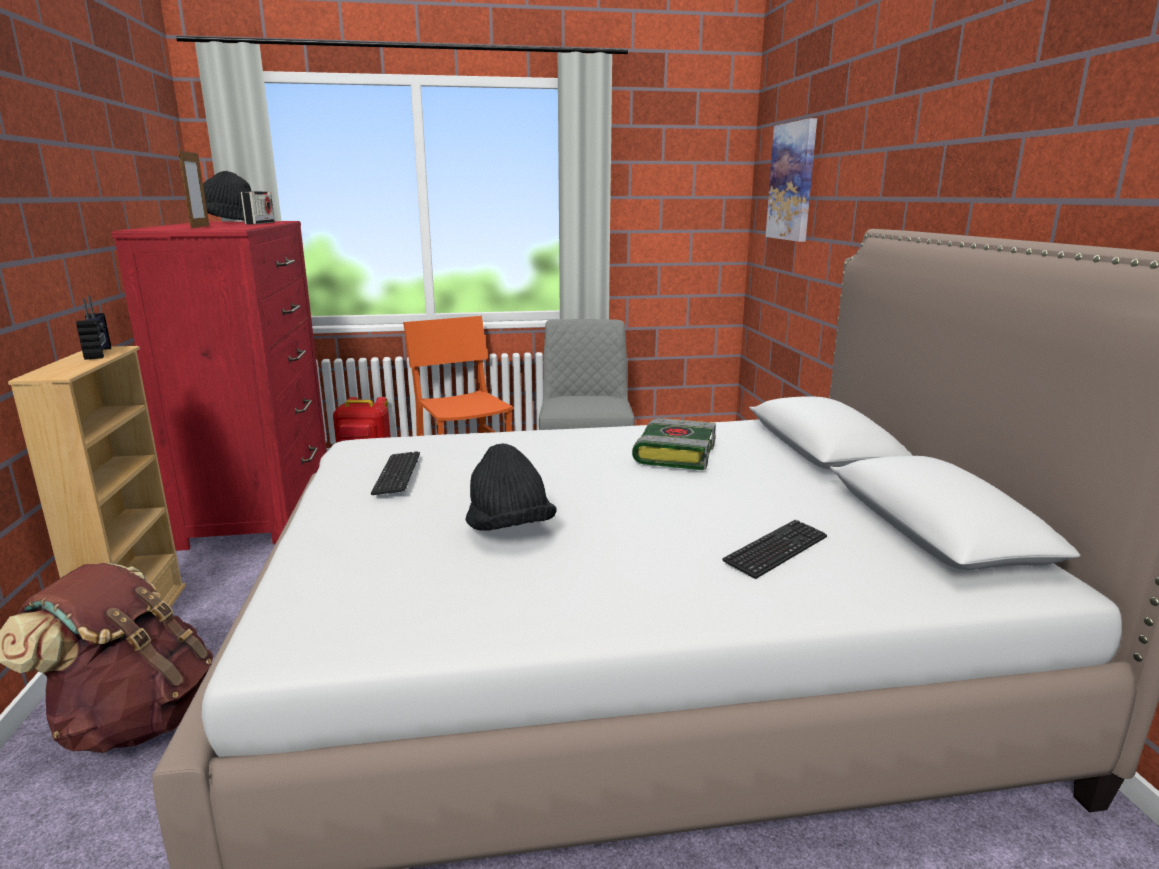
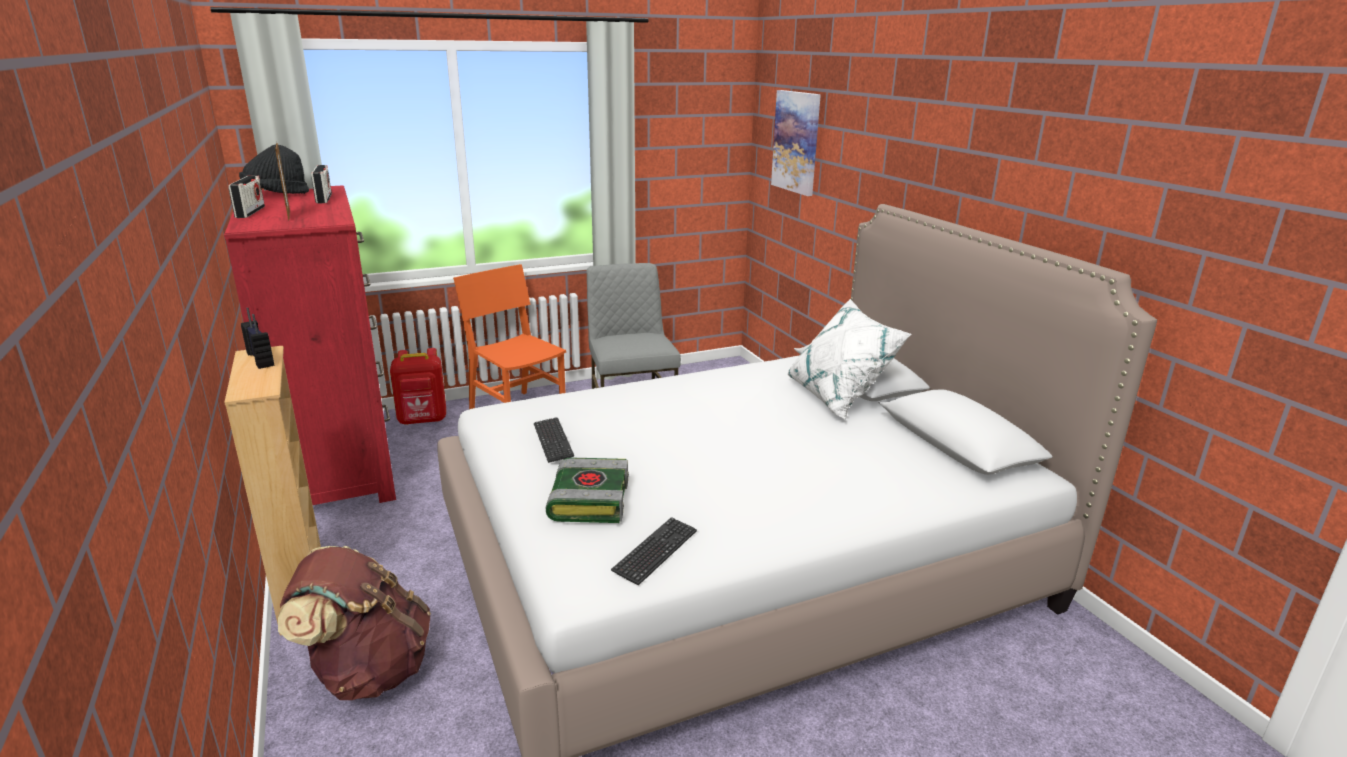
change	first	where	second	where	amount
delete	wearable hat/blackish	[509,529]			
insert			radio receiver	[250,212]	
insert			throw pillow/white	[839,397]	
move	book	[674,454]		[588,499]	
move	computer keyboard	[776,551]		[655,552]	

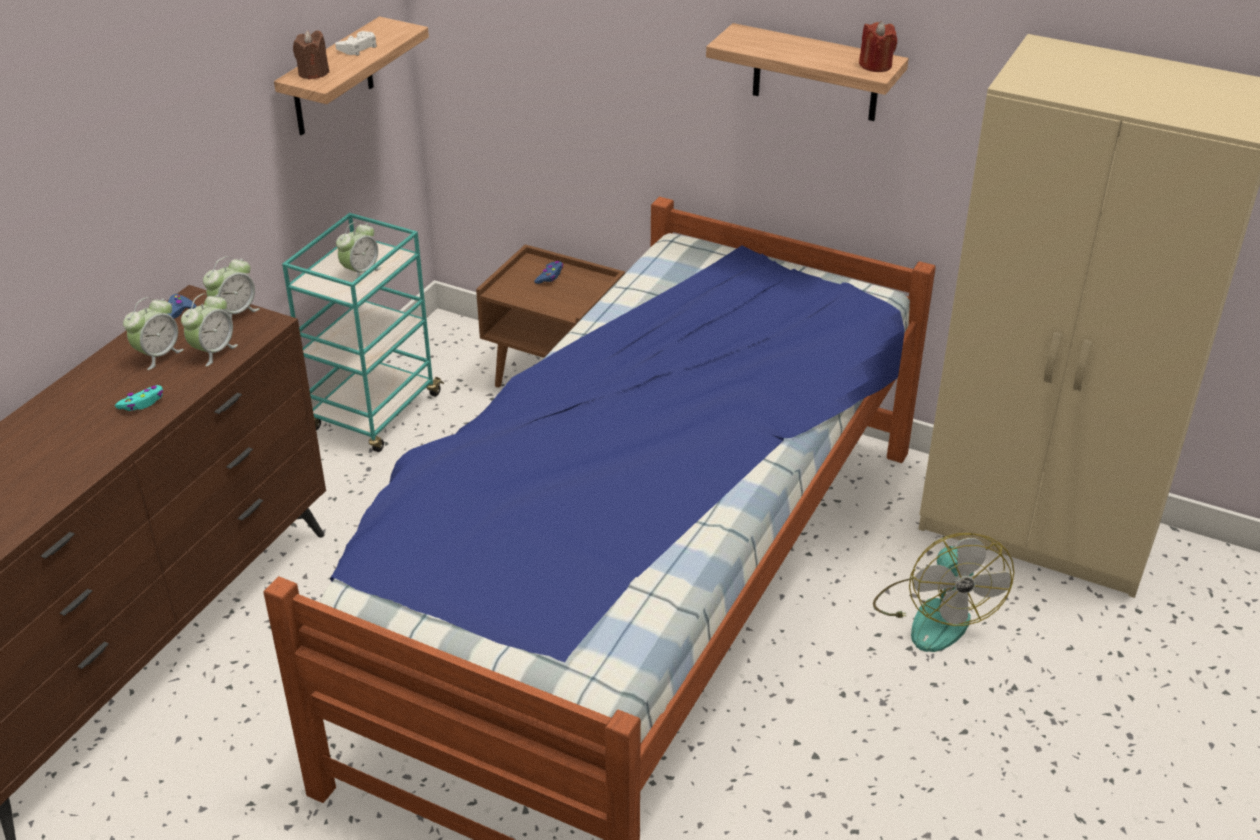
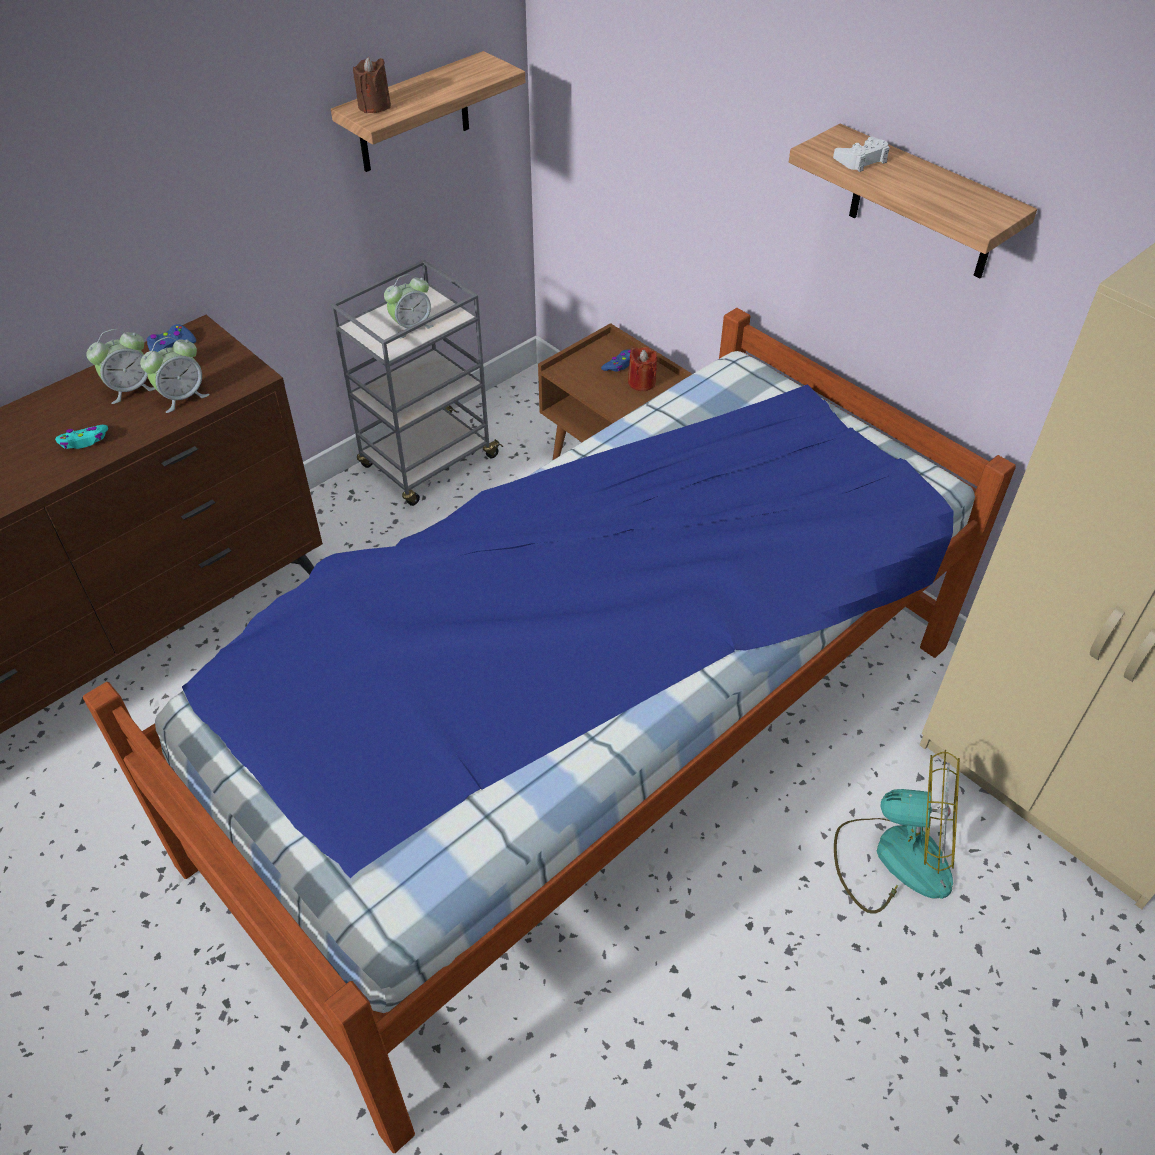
change	first	where	second	where	amount
delete	bedside clock	[235,313]			
move	game controller/white	[358,48]		[862,160]	
move	candle/reddish	[875,65]		[641,382]	
recolor	wheeled cart/turquoise	[374,413]	wheeled cart/greyish	[428,463]	
rotate	fan	[934,613]		[894,857]	90 degrees counterclockwise

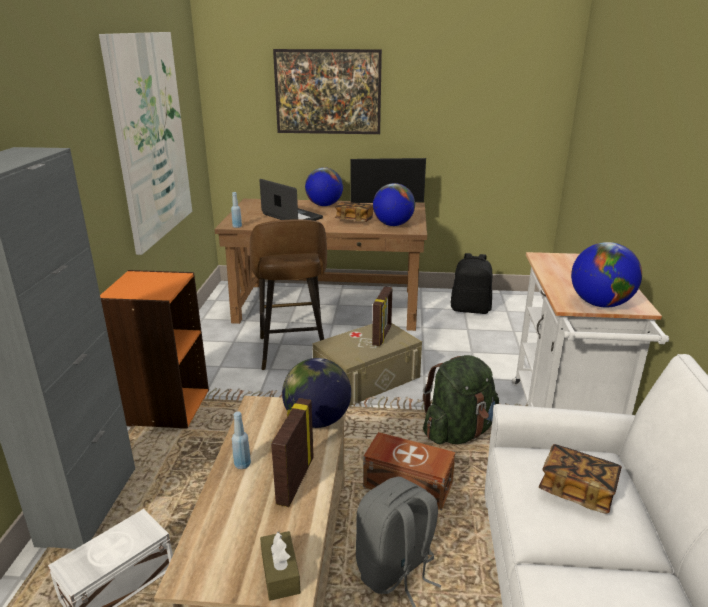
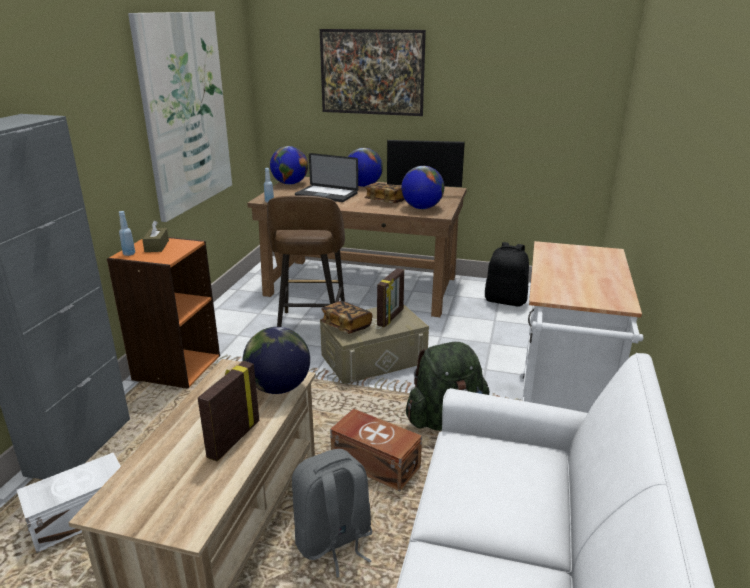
change	first	where	second	where	amount
move	bottle/bluish	[242,464]		[129,254]	
move	box of tissues/brown-coloured	[280,573]		[157,246]	
move	book	[577,490]		[346,326]	
move	world globe	[600,304]		[290,183]	
rotate	laptop	[292,216]		[326,195]	150 degrees clockwise

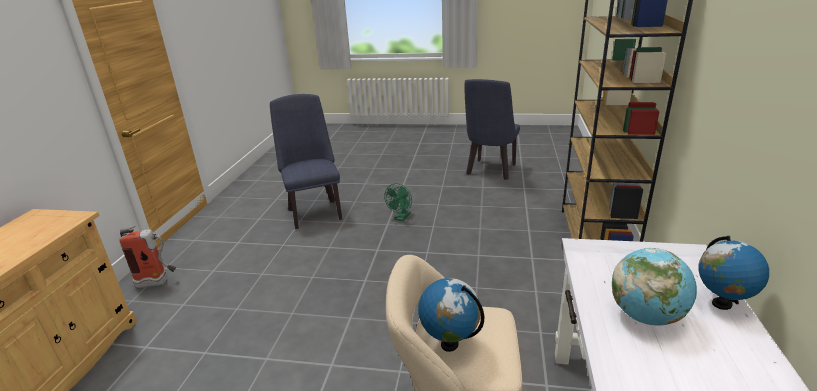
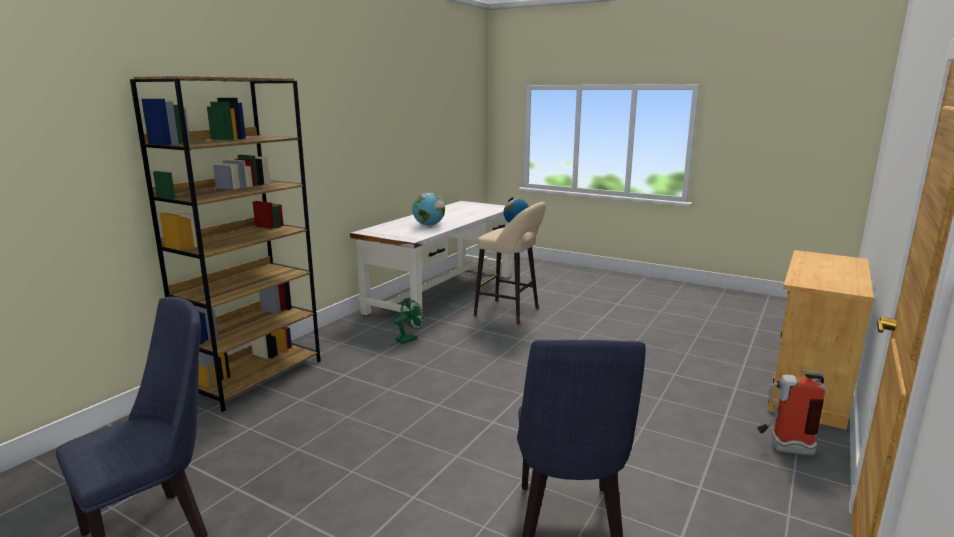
change	first	where	second	where	amount
delete	world globe	[721,304]			
move	fan/greenish	[401,218]		[409,339]	

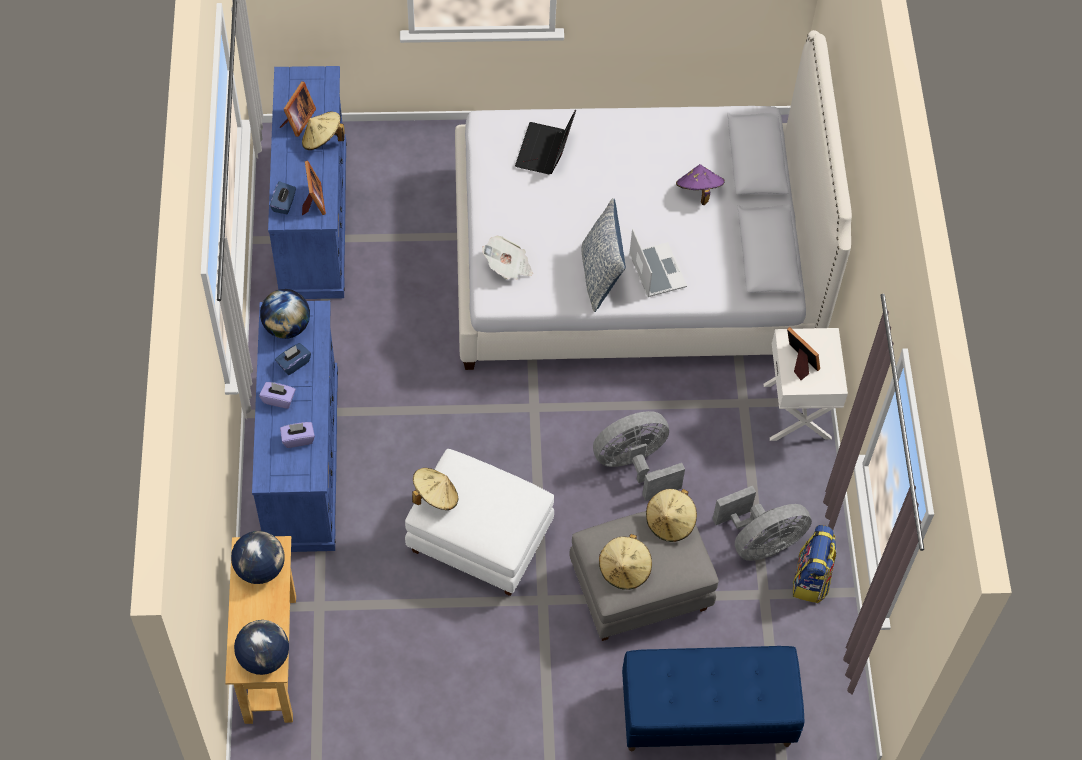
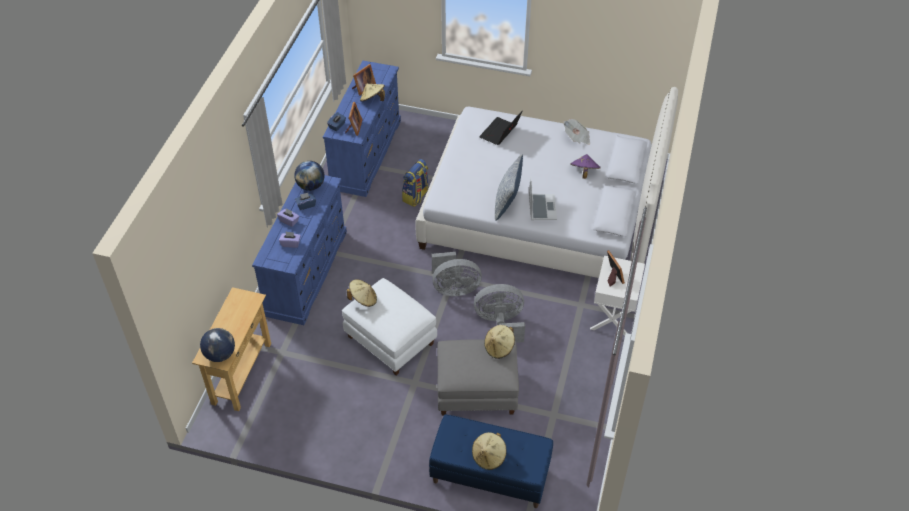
change	first	where	second	where	amount
delete	world globe	[260,568]			
move	printed paper	[508,266]		[577,138]	
move	wearable hat/beige	[624,570]		[489,456]	
move	fan/greyish	[760,542]		[454,288]	
move	backpack	[811,580]		[416,196]	

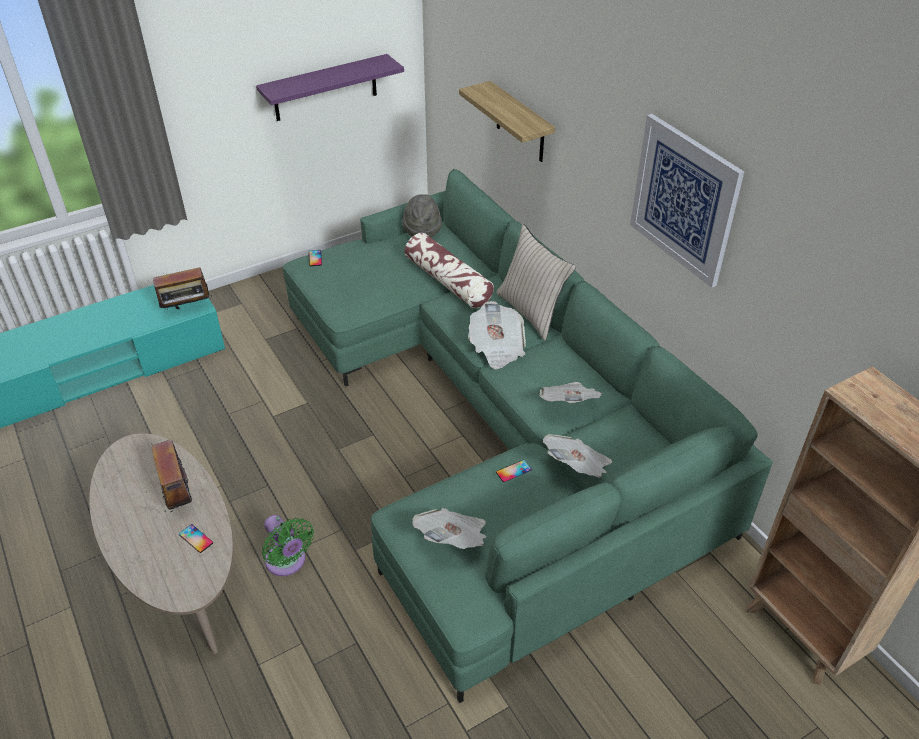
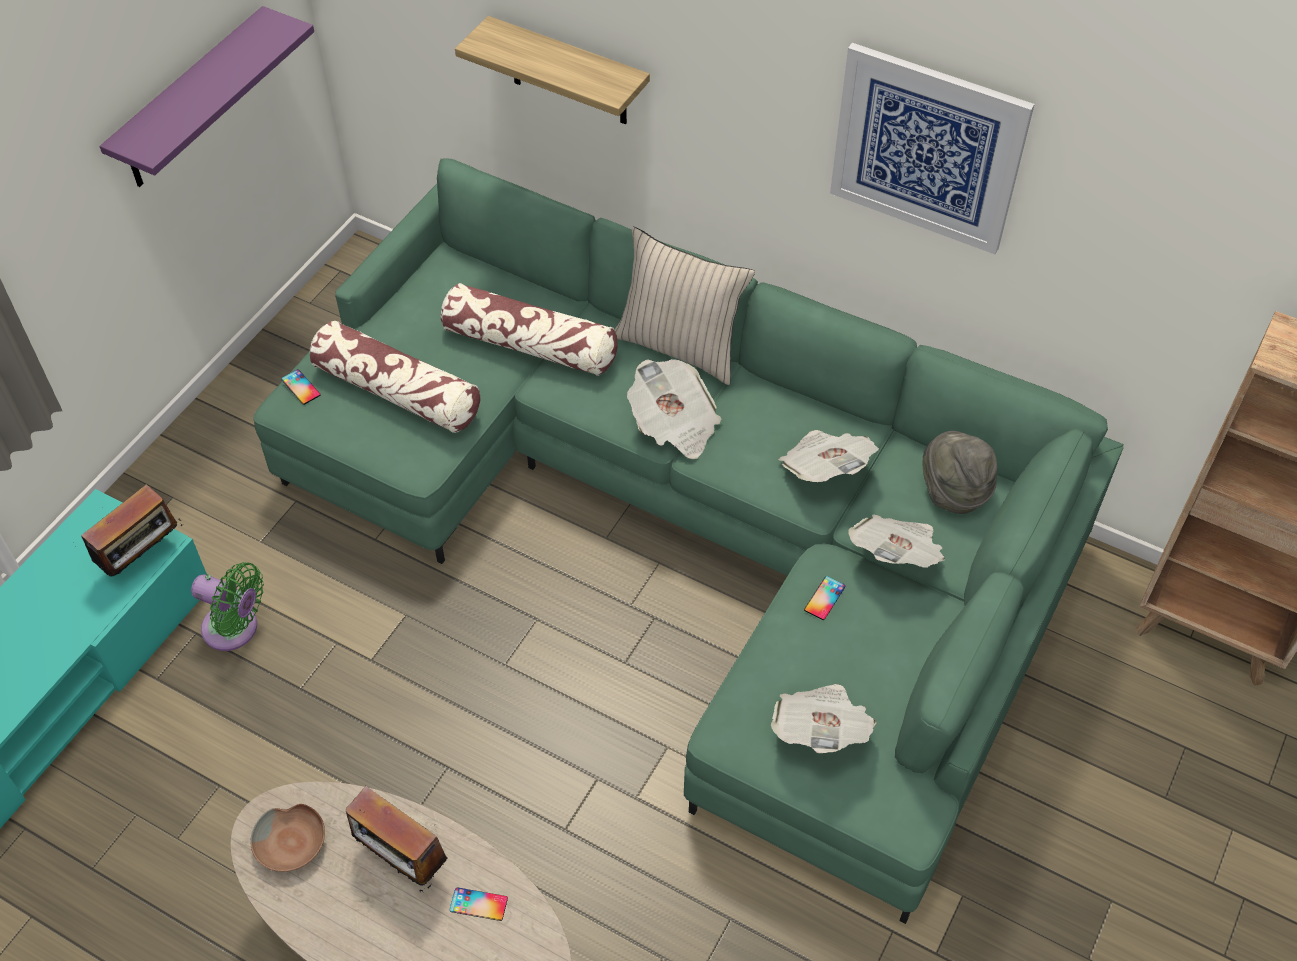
change	first	where	second	where	amount
insert			bowl/brown-coloured	[292,843]	
insert			throw pillow	[398,392]	
move	fan/greenish	[287,562]		[235,629]	
move	wearable hat/greyish	[422,231]		[954,491]	

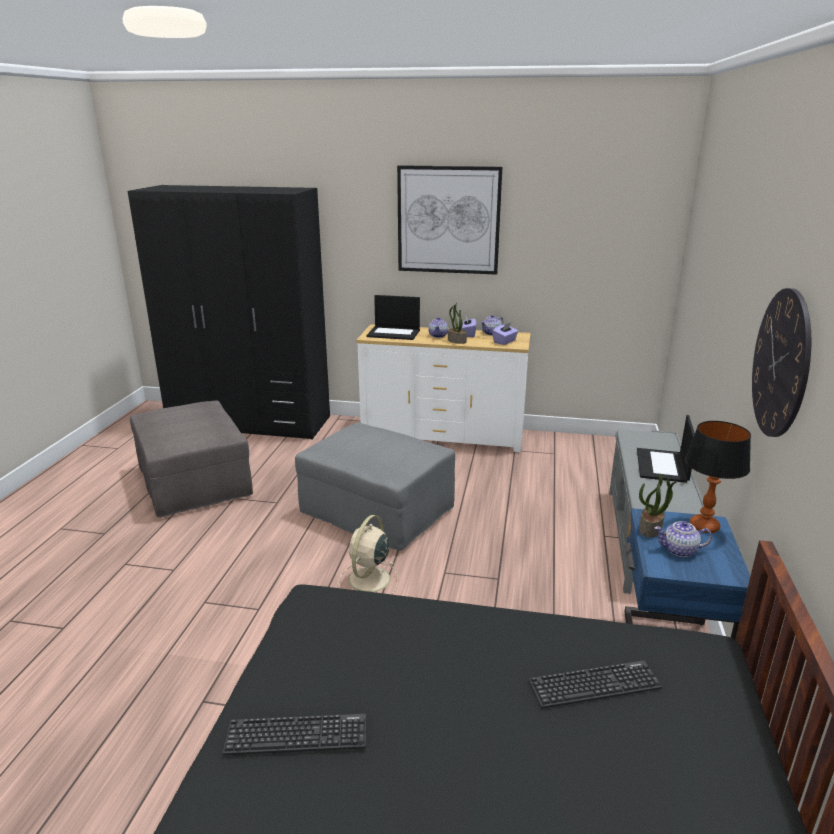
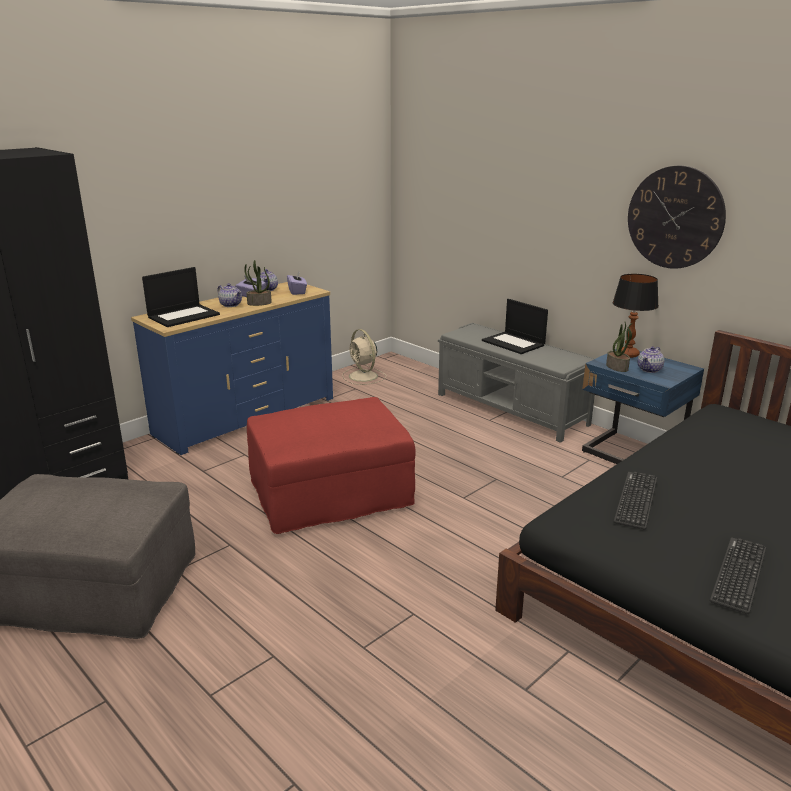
change	first	where	second	where	amount
delete	picture	[448,220]			
move	fan/beige	[368,580]		[364,376]	
move	computer keyboard	[594,685]		[636,500]	
recolor	footrest/greyish	[376,512]	footrest/reddish	[330,495]	
recolor	dresser/white	[443,435]	dresser/bluish	[246,416]	

